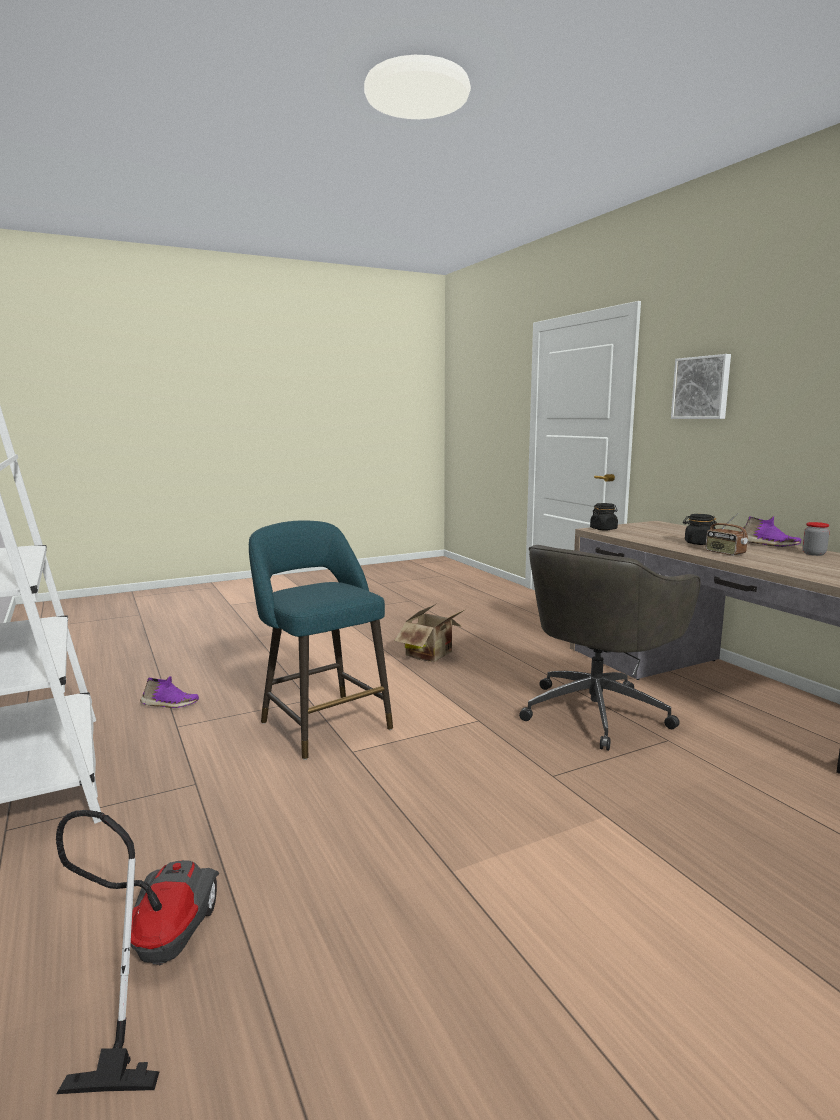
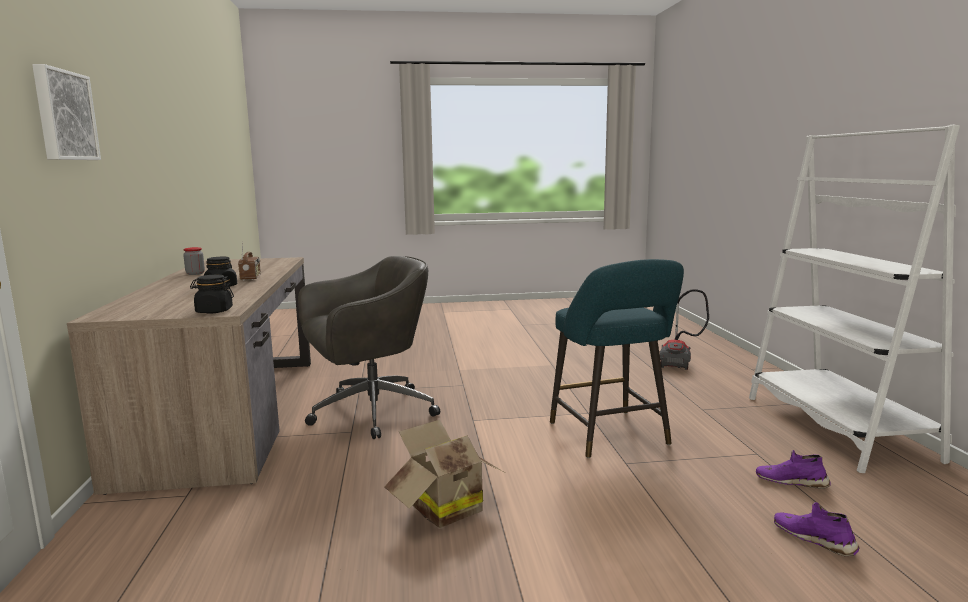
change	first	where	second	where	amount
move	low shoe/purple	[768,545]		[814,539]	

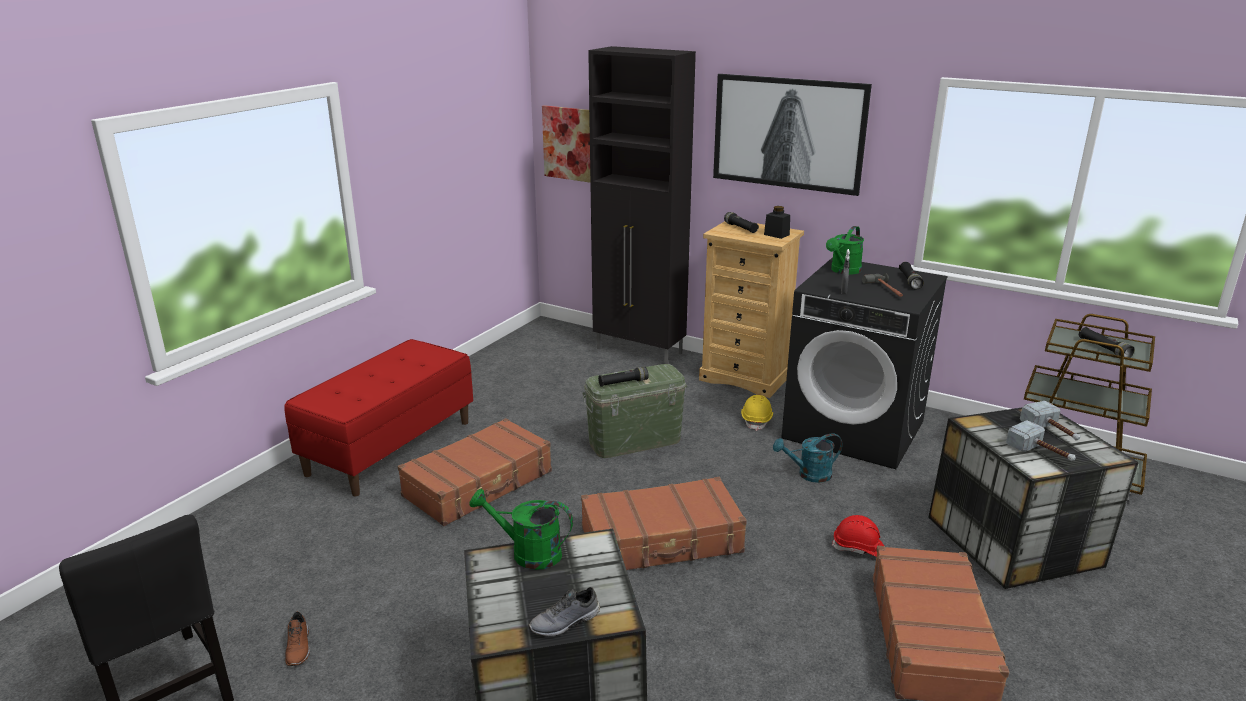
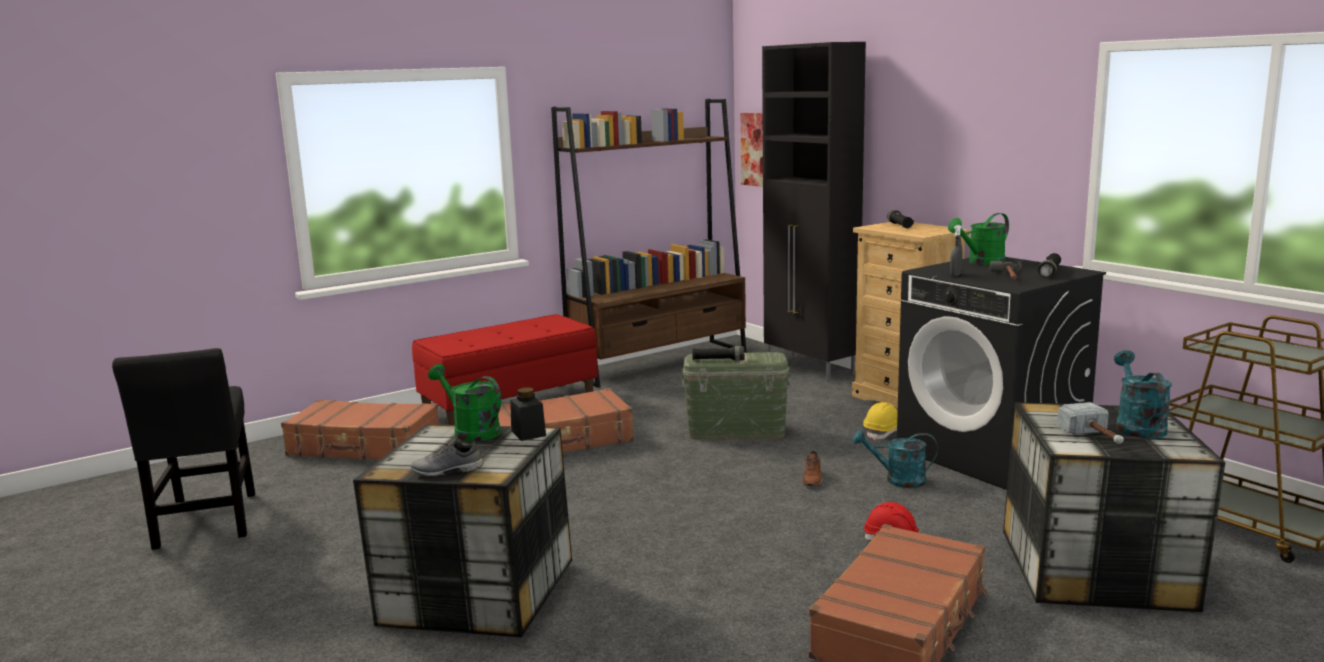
change	first	where	second	where	amount
delete	picture	[788,133]			
delete	hand torch/blackish	[1104,349]			
insert			shelving unit/brown-coloured	[659,363]	
move	low shoe/brown-coloured	[299,647]		[813,479]	
move	travel case/brown-coloured	[662,540]		[364,446]	
move	jar/blackish	[776,234]		[528,433]	
replace	hammer	[1052,431]	watering can/turquoise	[1137,426]	

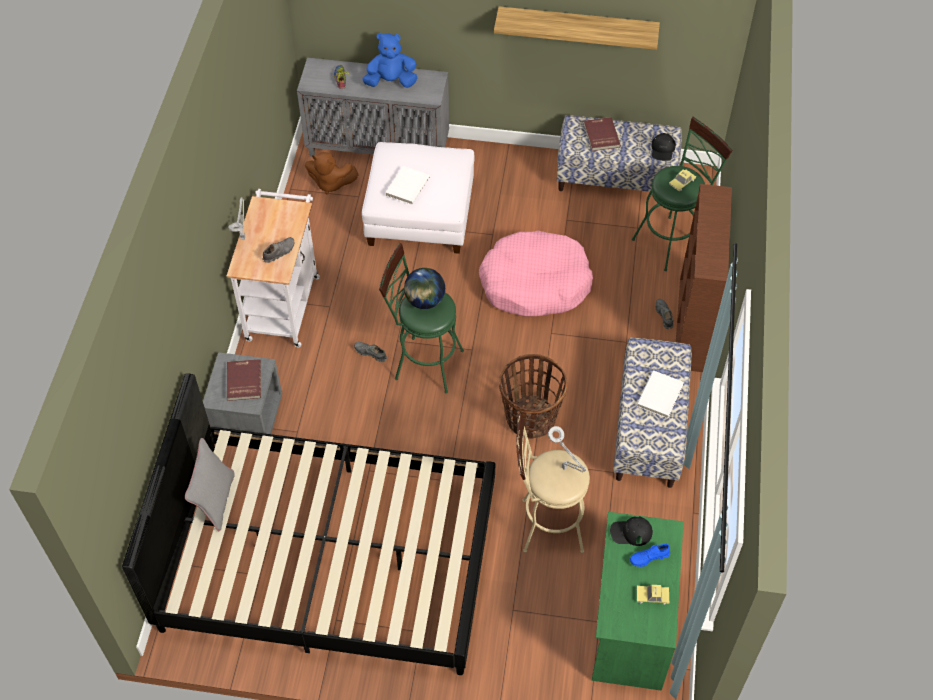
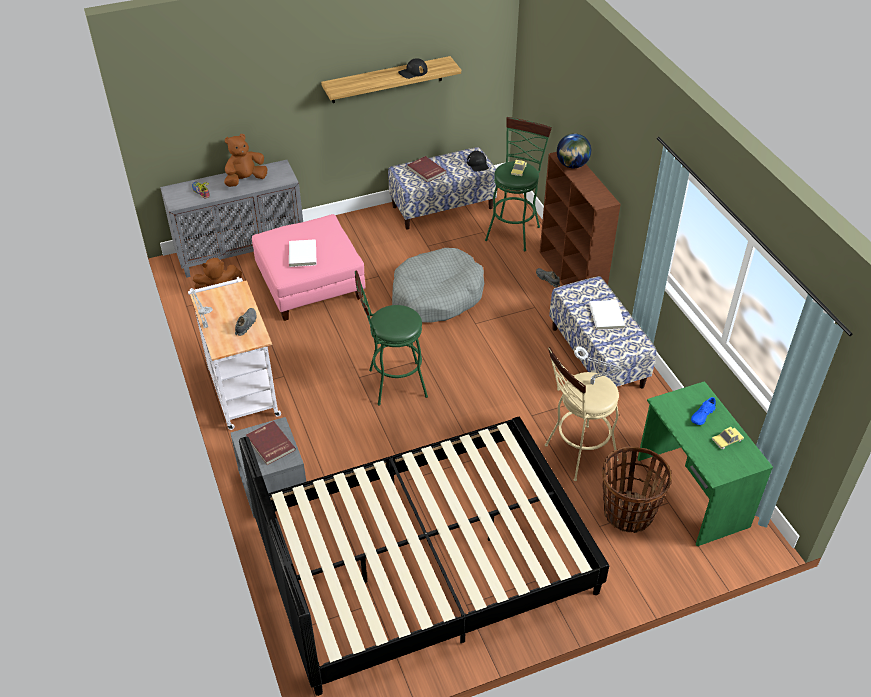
change	first	where	second	where	amount
delete	throw pillow/greyish	[215,501]			
delete	low shoe/greyish	[370,353]			
move	world globe	[424,301]		[572,165]	
move	household basket	[530,418]		[627,513]	
move	peaked cap/blackish	[631,532]		[413,72]	
recolor	footrest/white	[420,214]	footrest/pink-coloured	[310,284]	
recolor	plush toy/bluish	[391,81]	plush toy/brown-coloured	[245,180]	
recolor	pet bed/pink-coloured	[534,283]	pet bed/greyish	[436,296]	

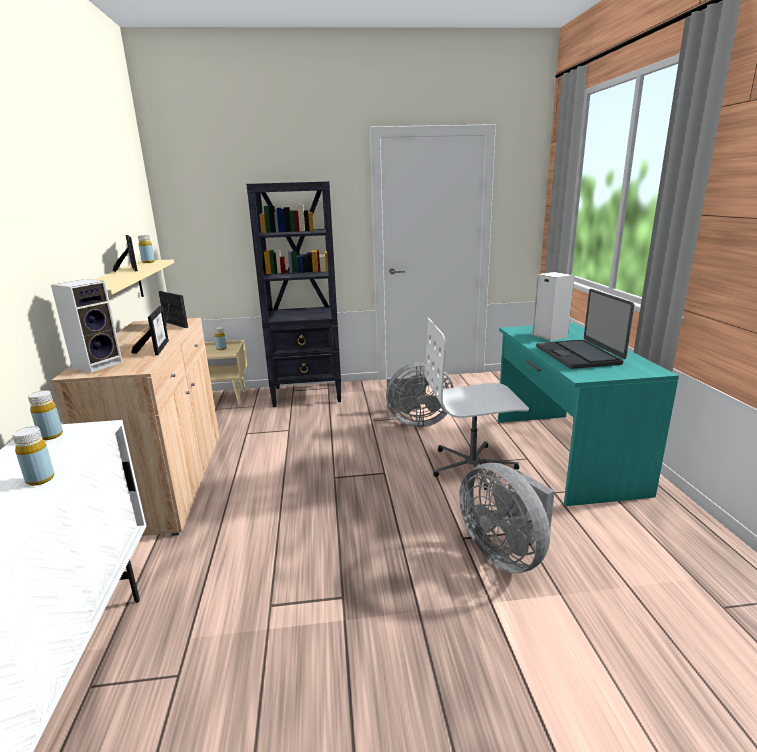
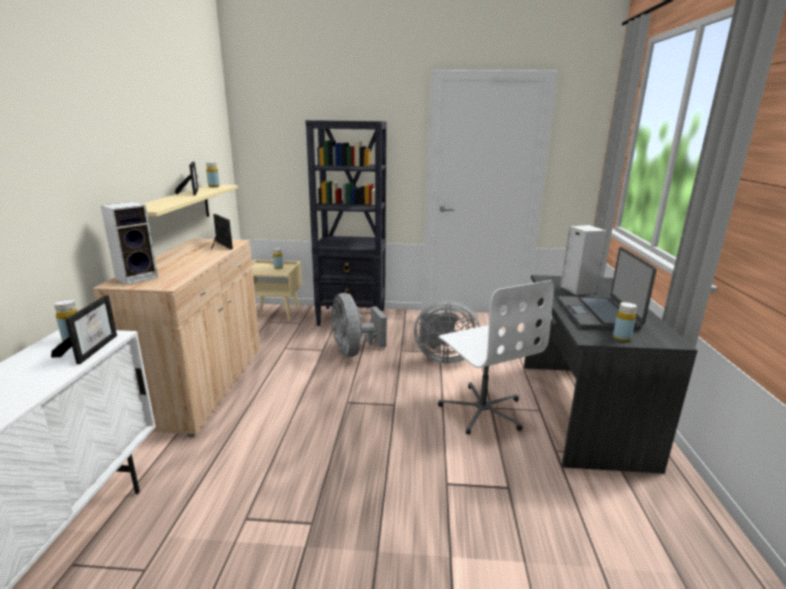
change	first	where	second	where	amount
move	bottle/yellow	[40,479]		[621,338]	
move	photo frame	[157,348]		[92,348]	
move	fan/greyish	[505,553]		[354,351]	
recolor	desk table/turquoise	[563,453]	desk table/greyish	[579,410]	
rotate	office chair/white	[473,466]		[482,410]	120 degrees counterclockwise

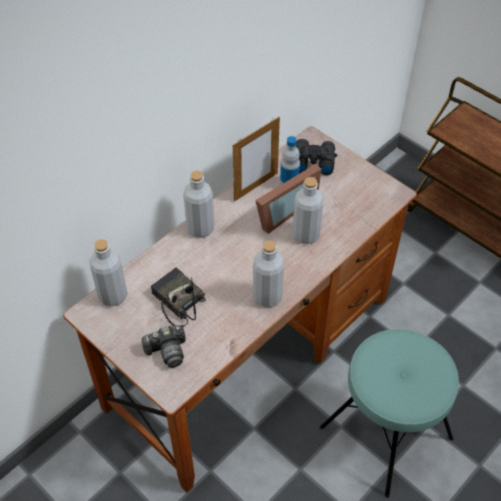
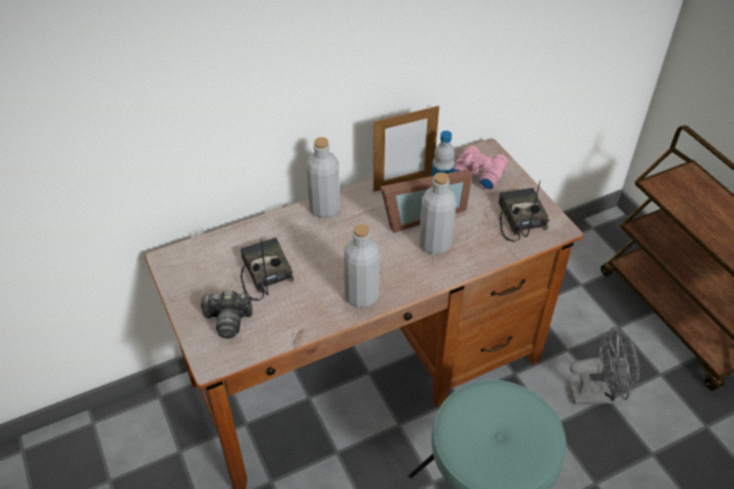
change	first	where	second	where	amount
delete	bottle/greyish	[113,295]			
insert			radio receiver	[518,219]	
insert			fan/greyish	[597,393]	
recolor	pair of binoculars/blackish	[312,161]	pair of binoculars/pink-coloured	[478,173]	

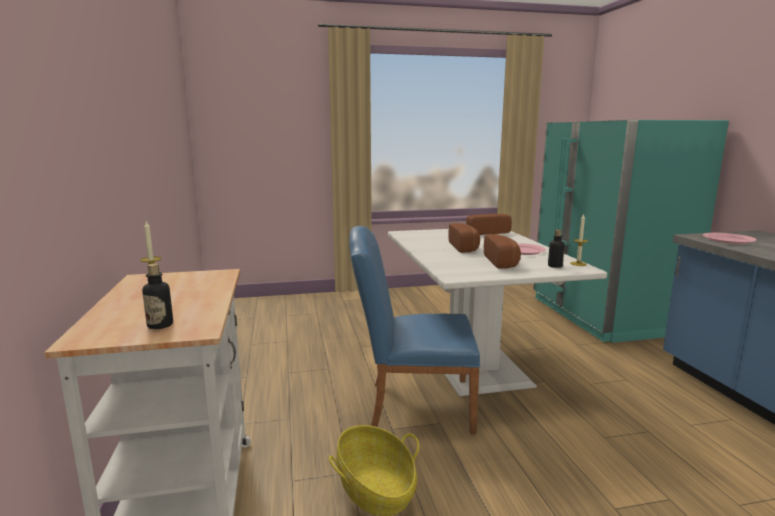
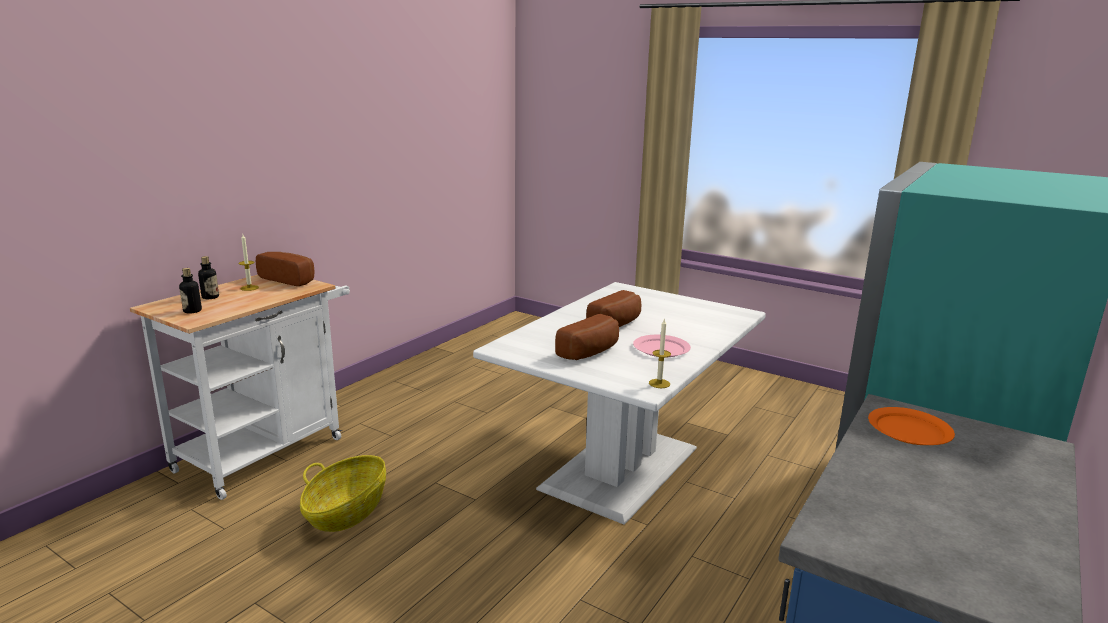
change	first	where	second	where	amount
delete	plain chair/bluish	[411,406]			
move	baked bread	[486,232]		[290,279]	
move	bottle	[555,266]		[210,297]	
recolor	dinner plate/pink-coloured	[728,240]	dinner plate/orange-coloured	[908,430]	

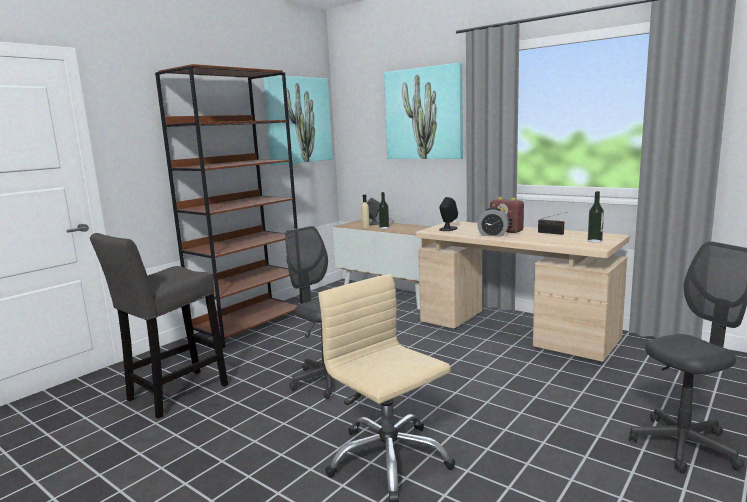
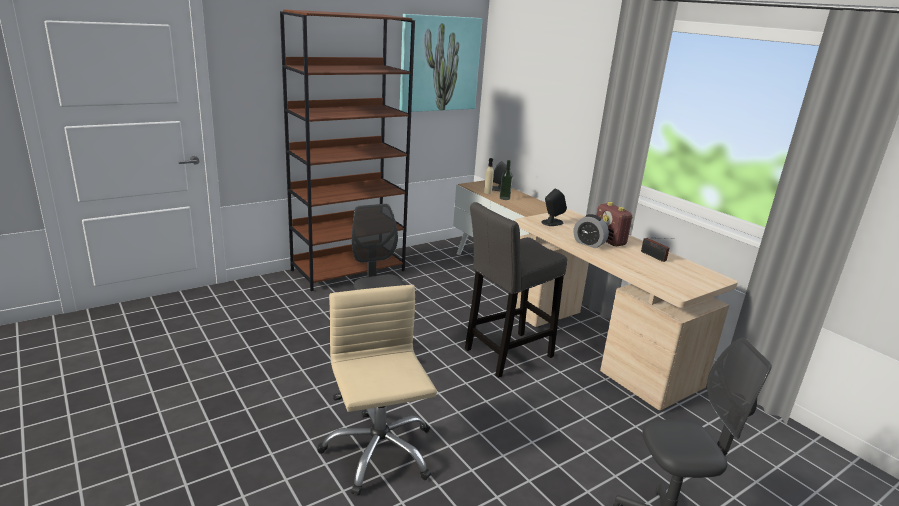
change	first	where	second	where	amount
delete	picture	[424,114]			
delete	bottle	[594,241]			
move	stool/greyish	[173,395]		[505,354]	

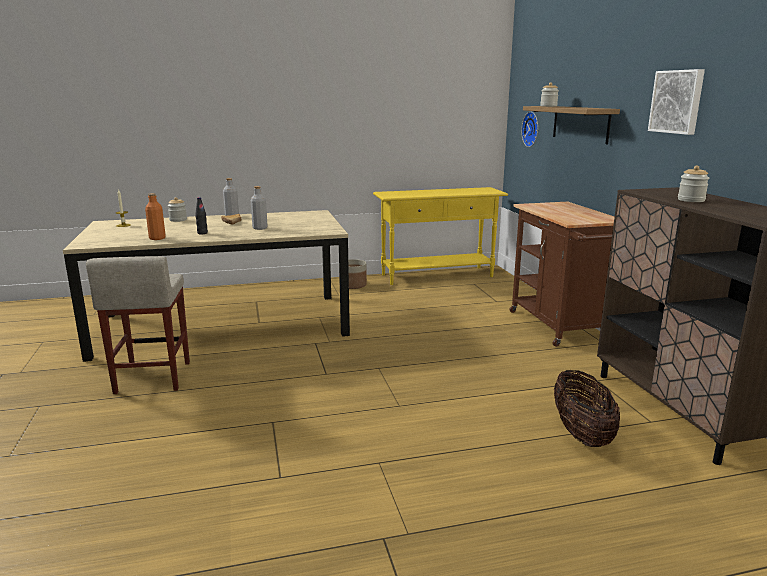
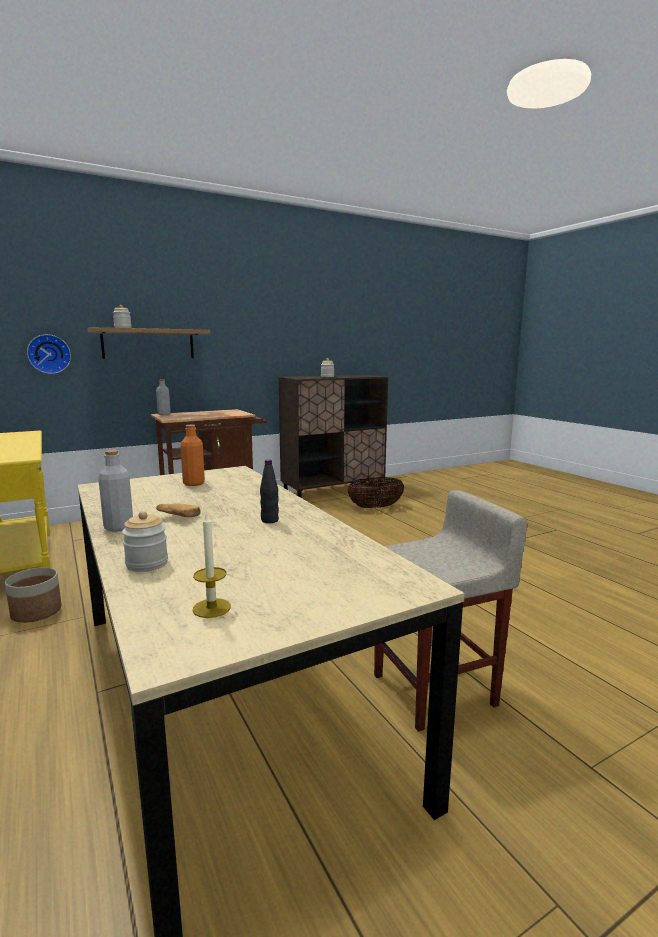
change	first	where	second	where	amount
delete	picture	[677,101]			
move	bottle/orange-coloured	[157,238]		[194,483]	
move	bottle/greyish	[260,228]		[164,414]	

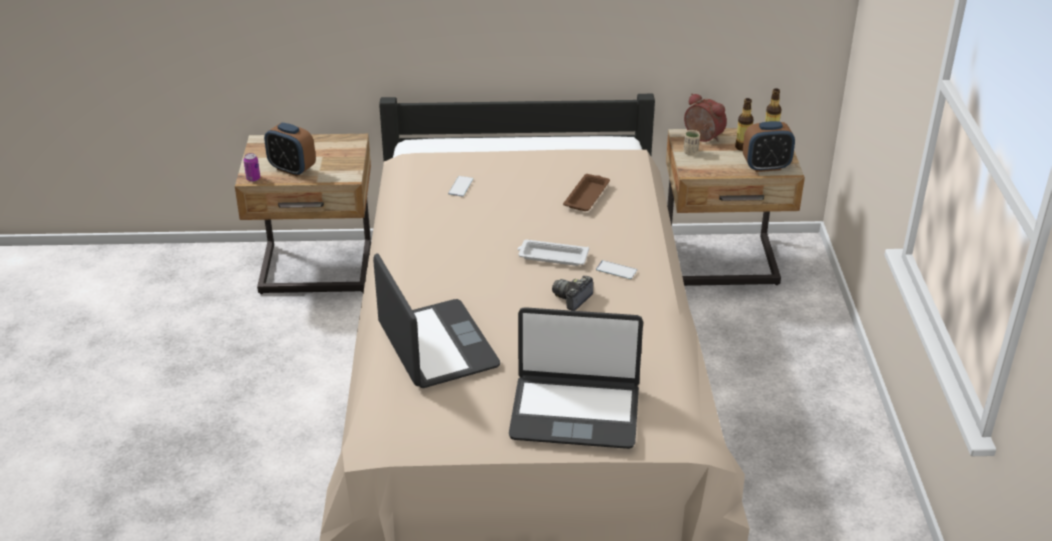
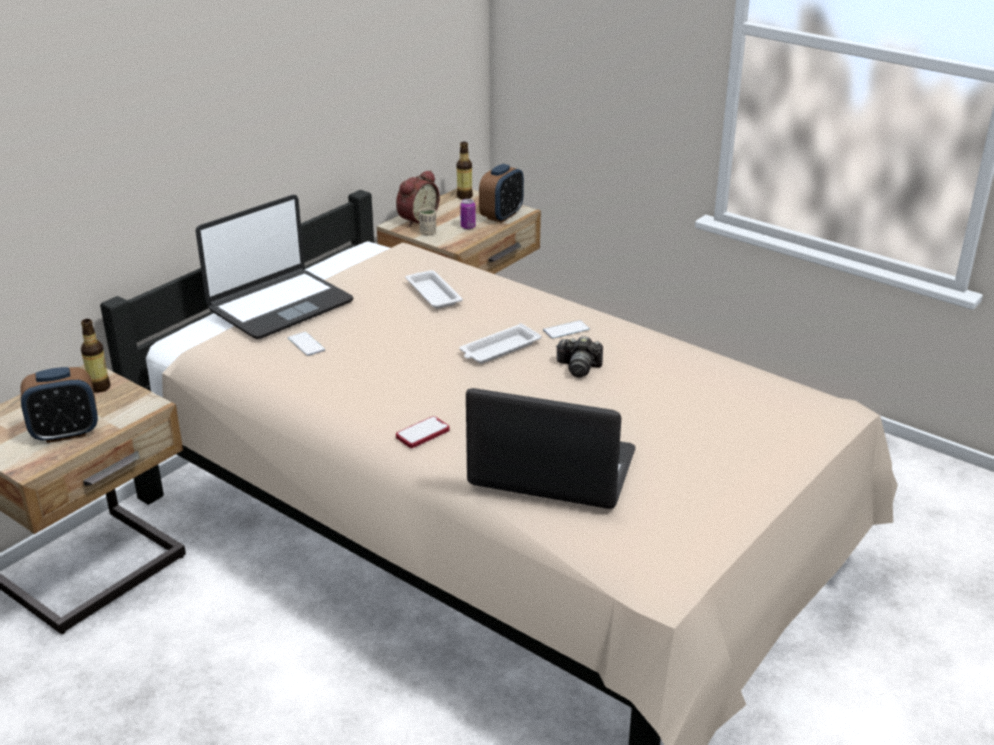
change	first	where	second	where	amount
insert			telephone	[422,433]	
move	sealed can	[253,178]		[468,227]	
move	laptop	[575,412]		[279,305]	
move	bottle	[742,147]		[99,387]	
recolor	serving tray/brown-coloured	[587,196]	serving tray/white	[432,293]	
rotate	still camera	[573,298]		[579,367]	60 degrees counterclockwise
rotate	bedside clock	[702,138]		[416,219]	135 degrees clockwise

